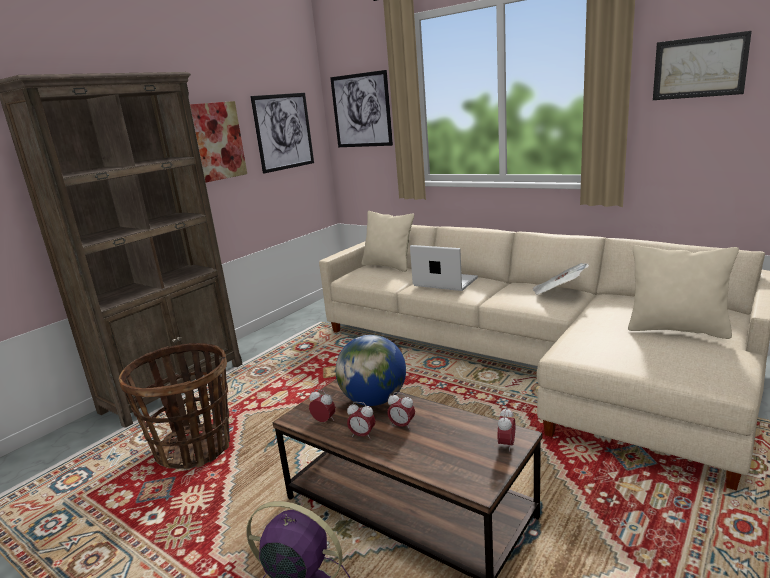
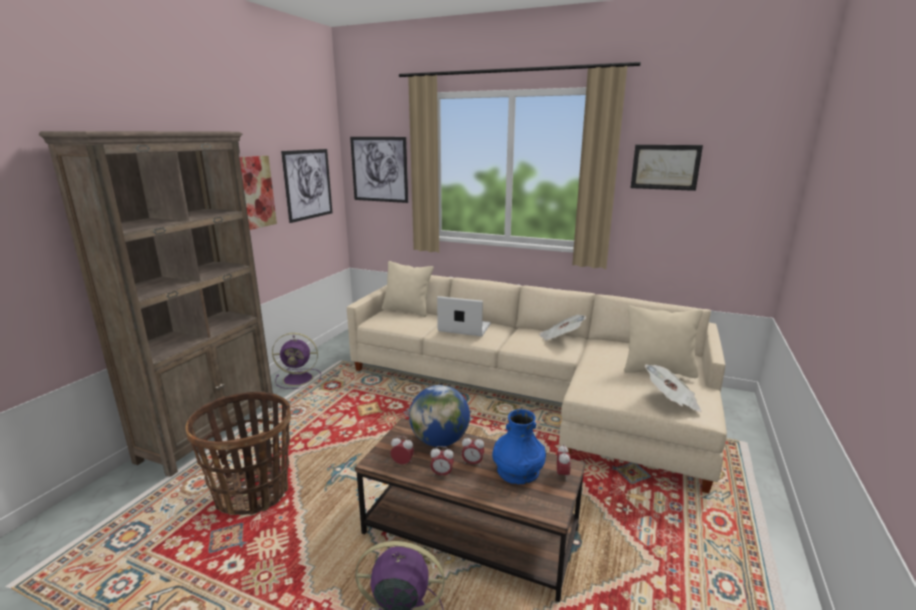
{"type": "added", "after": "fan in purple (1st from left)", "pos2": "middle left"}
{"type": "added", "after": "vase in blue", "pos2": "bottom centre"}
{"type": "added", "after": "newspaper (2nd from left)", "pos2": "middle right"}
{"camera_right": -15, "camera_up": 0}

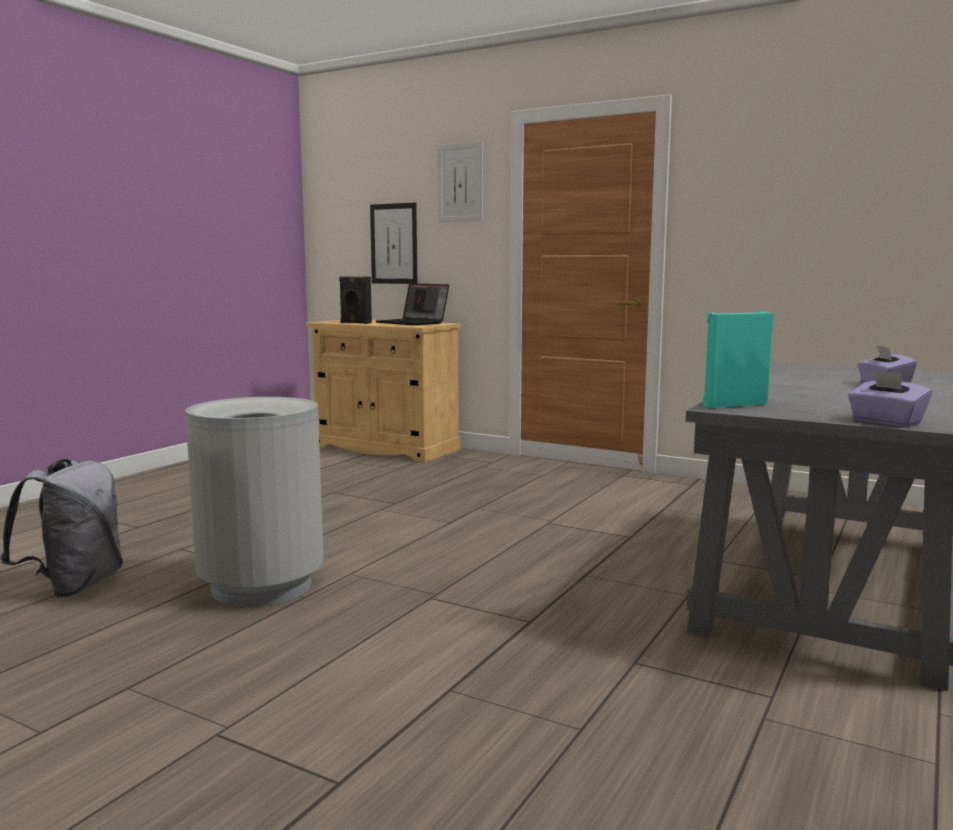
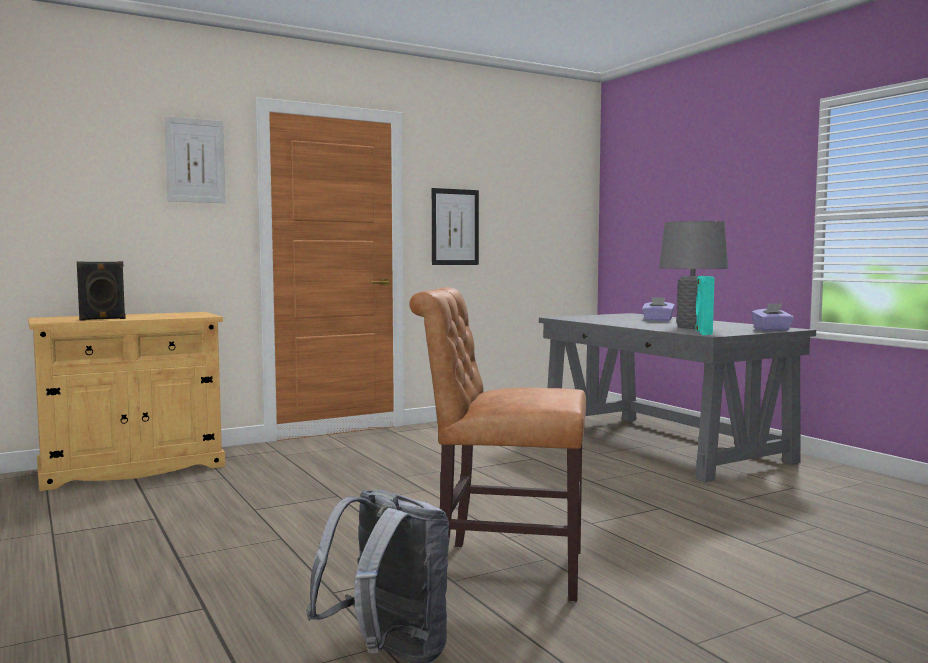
{"type": "removed", "before": "laptop", "pos1": "centre"}
{"type": "added", "after": "table lamp in grey", "pos2": "middle right"}
{"type": "moved", "before": "picture (1st from left in the first image)", "after": "picture (2nd from left)", "pos1": "top centre", "pos2": "centre"}
{"type": "replaced", "before": "trash can in grey", "after": "chair in brown", "pos1": "middle left", "pos2": "bottom centre"}
{"camera_right": -60, "camera_up": -5}

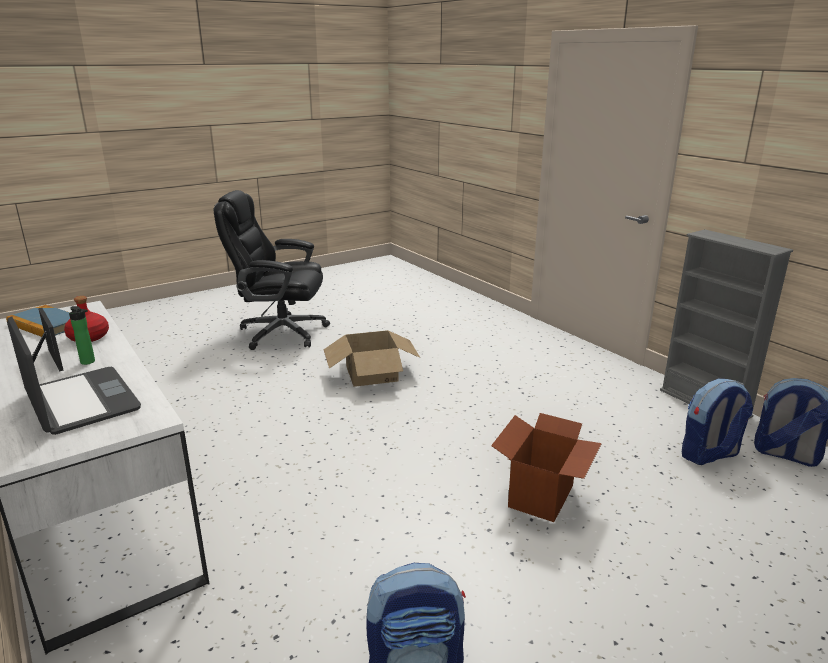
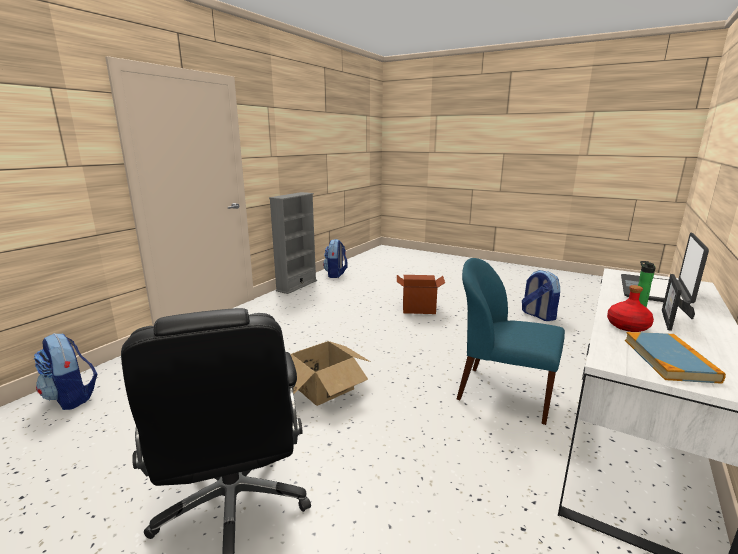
{"type": "added", "after": "chair in blue", "pos2": "middle right"}
{"type": "moved", "before": "backpack (2nd from left in the first image)", "after": "backpack (1st from left)", "pos1": "middle right", "pos2": "bottom left"}
{"camera_right": -115, "camera_up": -5}

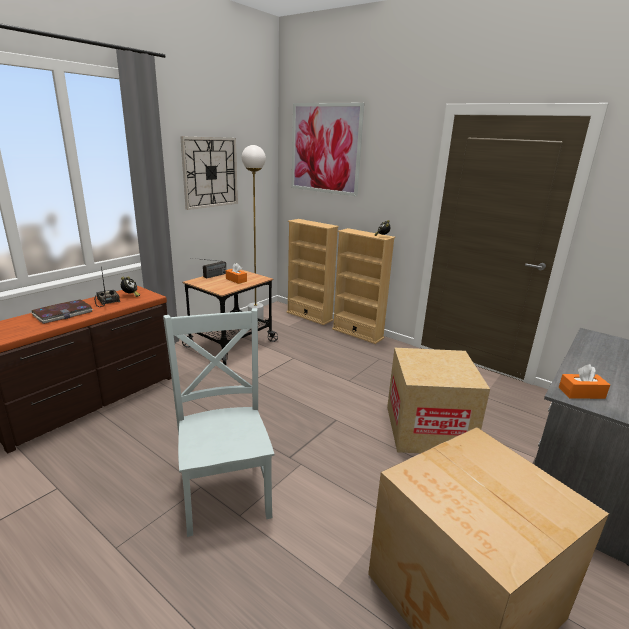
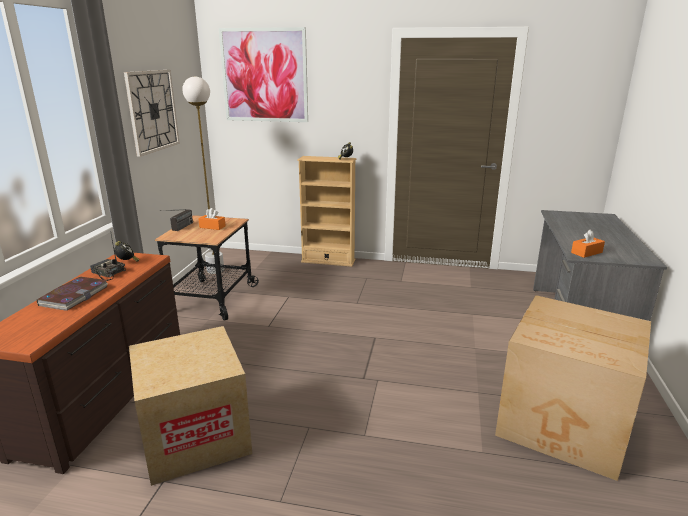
{"type": "removed", "before": "chair in grey", "pos1": "bottom centre"}
{"type": "removed", "before": "bookcase in beige (1st from left)", "pos1": "centre"}
{"type": "moved", "before": "cardboard box (1st from left)", "pos1": "middle right", "pos2": "bottom left"}
{"camera_right": -25, "camera_up": 0}

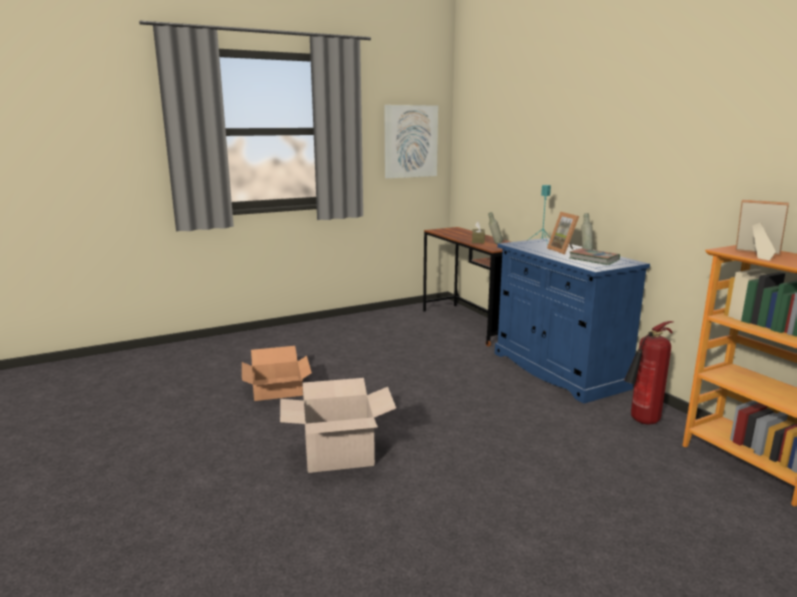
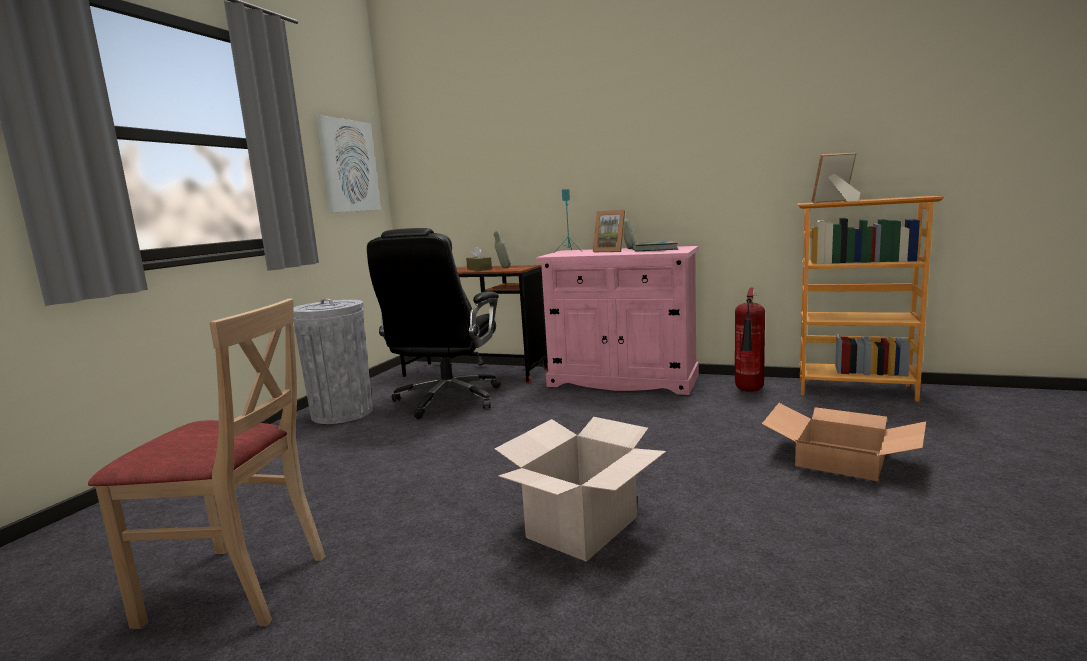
{"type": "added", "after": "chair in beige", "pos2": "bottom left"}
{"type": "added", "after": "trash can in grey", "pos2": "middle left"}
{"type": "added", "after": "office chair in black", "pos2": "centre"}
{"type": "moved", "before": "cardboard box (1st from left in the first image)", "after": "cardboard box (2nd from left)", "pos1": "centre", "pos2": "bottom right"}
{"type": "recoloured", "before": "cabinet in blue", "after": "cabinet in pink", "pos1": "middle right", "pos2": "centre"}
{"camera_right": -40, "camera_up": -5}

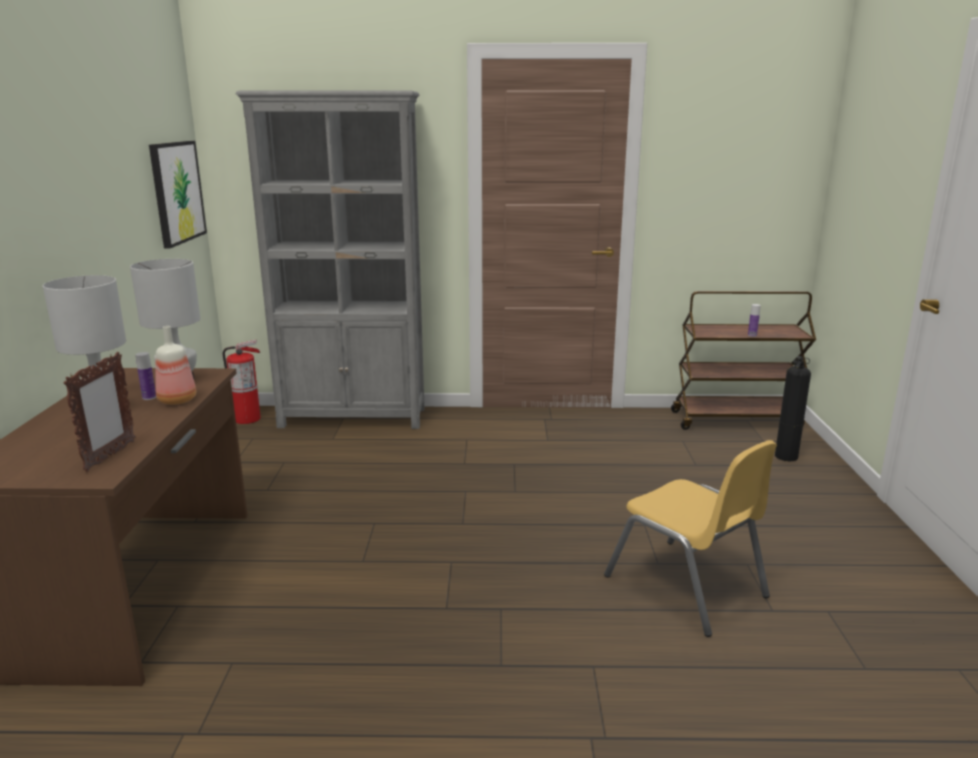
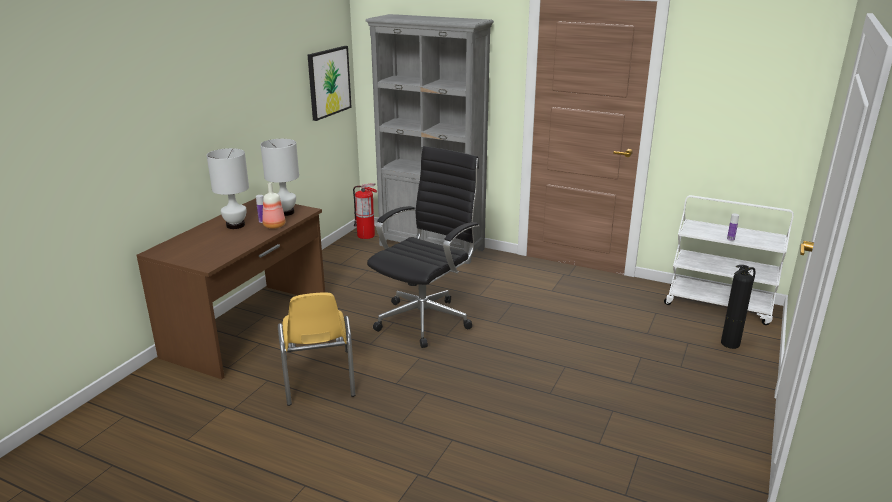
{"type": "removed", "before": "picture frame", "pos1": "middle left"}
{"type": "added", "after": "office chair in black", "pos2": "centre"}
{"type": "moved", "before": "chair in yellow", "pos1": "bottom right", "pos2": "bottom centre"}
{"type": "recoloured", "before": "cart in brown", "after": "cart in white", "pos1": "middle right", "pos2": "middle right"}
{"camera_right": 25, "camera_up": 5}

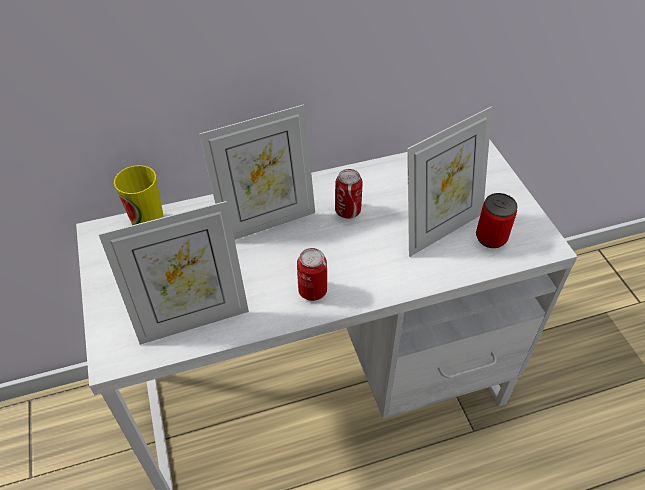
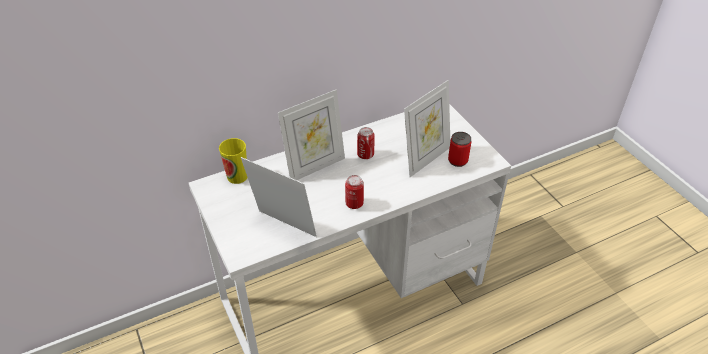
{"type": "turned", "before": "picture frame (1st from left)", "pos1": "middle left", "pos2": "centre", "turn": -120}
{"camera_right": -10, "camera_up": -5}

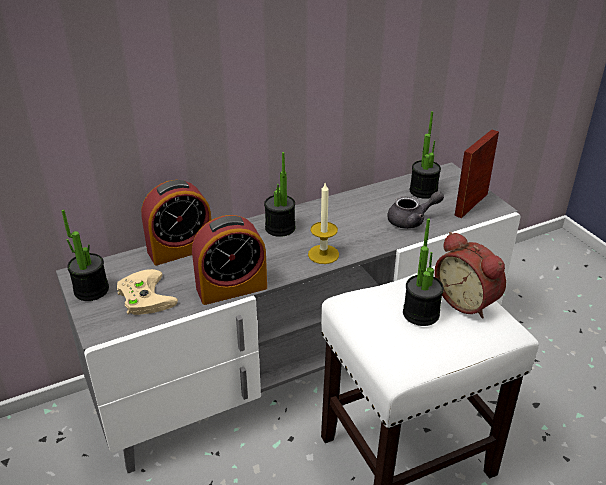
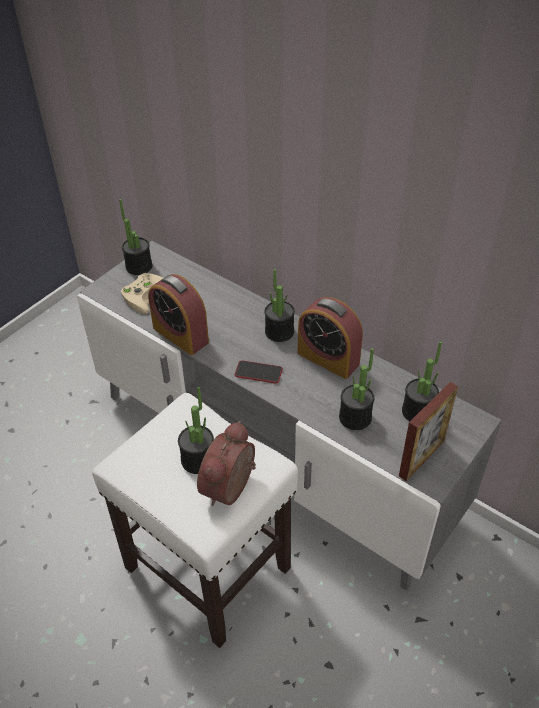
{"type": "moved", "before": "alarm clock (1st from left in the first image)", "after": "alarm clock (3rd from left)", "pos1": "middle left", "pos2": "centre"}
{"type": "replaced", "before": "candle", "after": "phone", "pos1": "centre", "pos2": "centre"}
{"type": "replaced", "before": "teapot in grey", "after": "potted plant (4th from left)", "pos1": "middle right", "pos2": "centre"}
{"type": "turned", "before": "picture frame", "pos1": "middle right", "pos2": "middle right", "turn": 120}
{"camera_right": 65, "camera_up": 10}

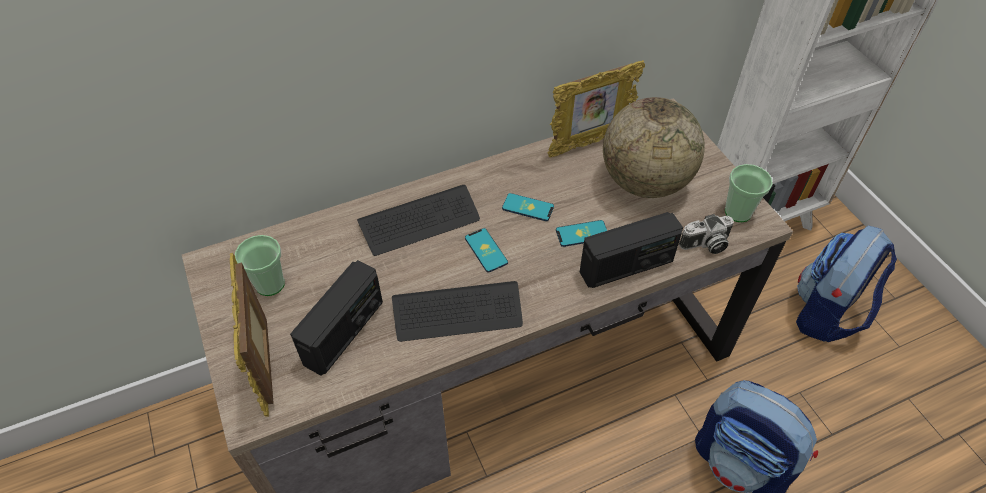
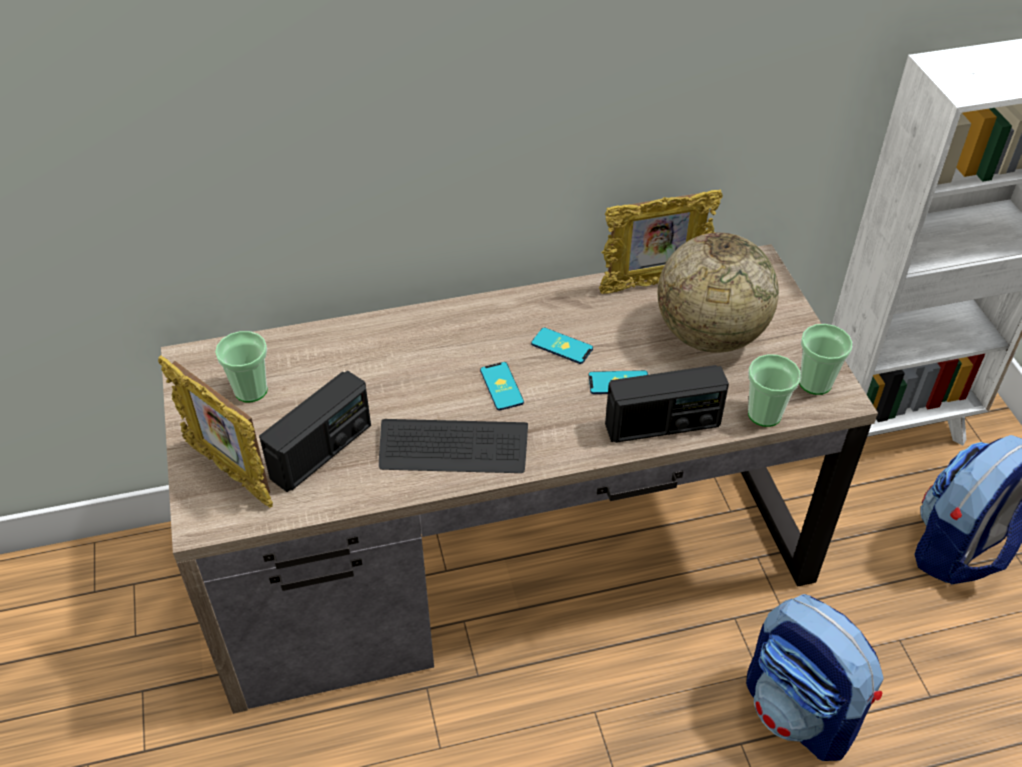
{"type": "removed", "before": "keyboard (1st from left)", "pos1": "centre"}
{"type": "replaced", "before": "photo camera", "after": "cup (2nd from left)", "pos1": "middle right", "pos2": "middle right"}
{"type": "turned", "before": "picture frame (1st from left)", "pos1": "bottom left", "pos2": "middle left", "turn": -45}
{"camera_right": 10, "camera_up": -5}

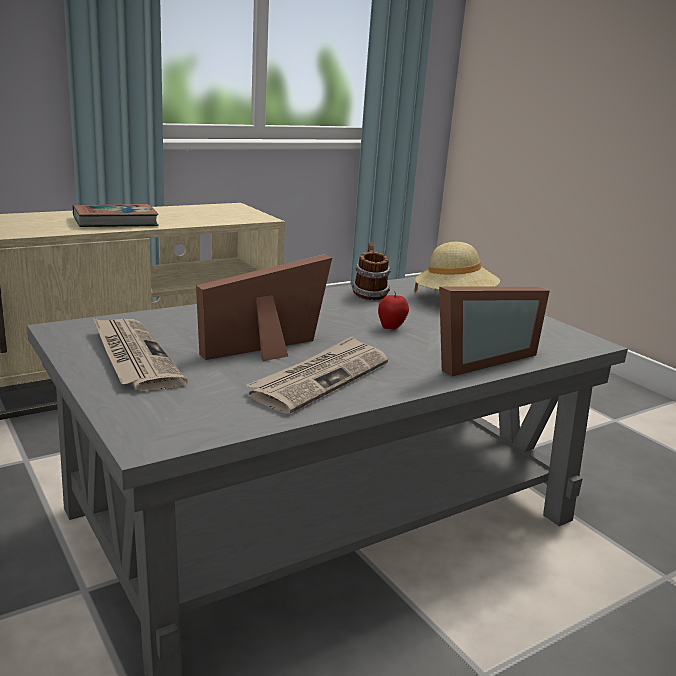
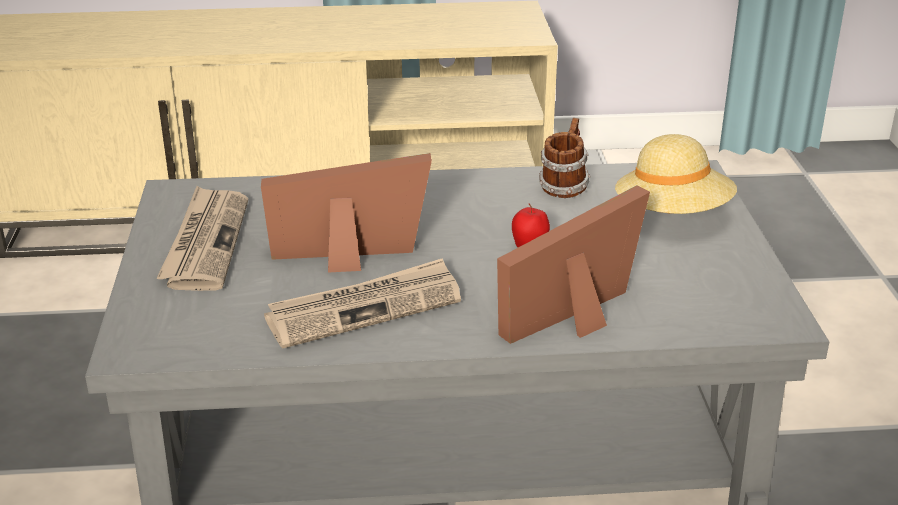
{"type": "removed", "before": "book", "pos1": "top left"}
{"type": "turned", "before": "picture frame (2nd from left)", "pos1": "middle right", "pos2": "centre", "turn": 150}
{"camera_right": 30, "camera_up": 10}

